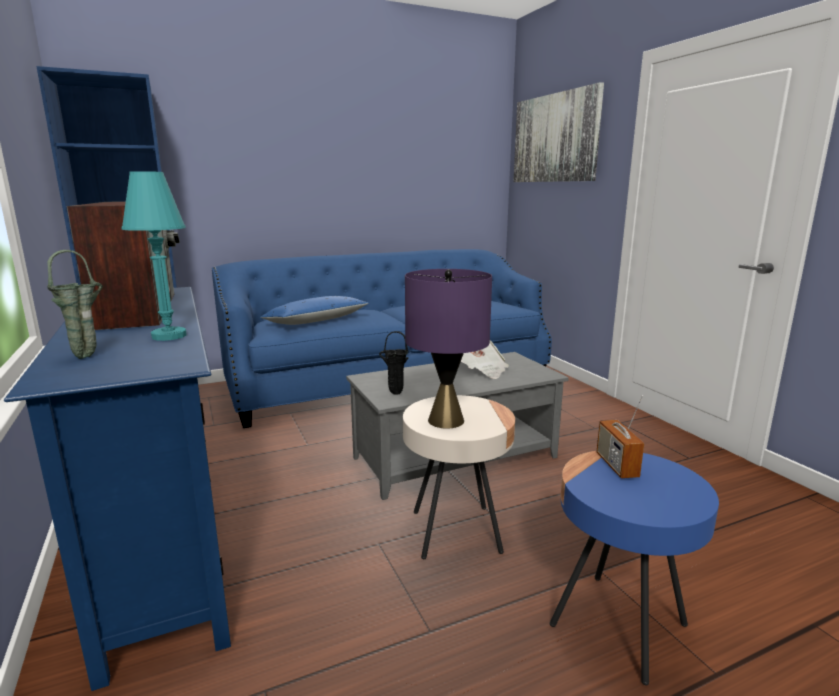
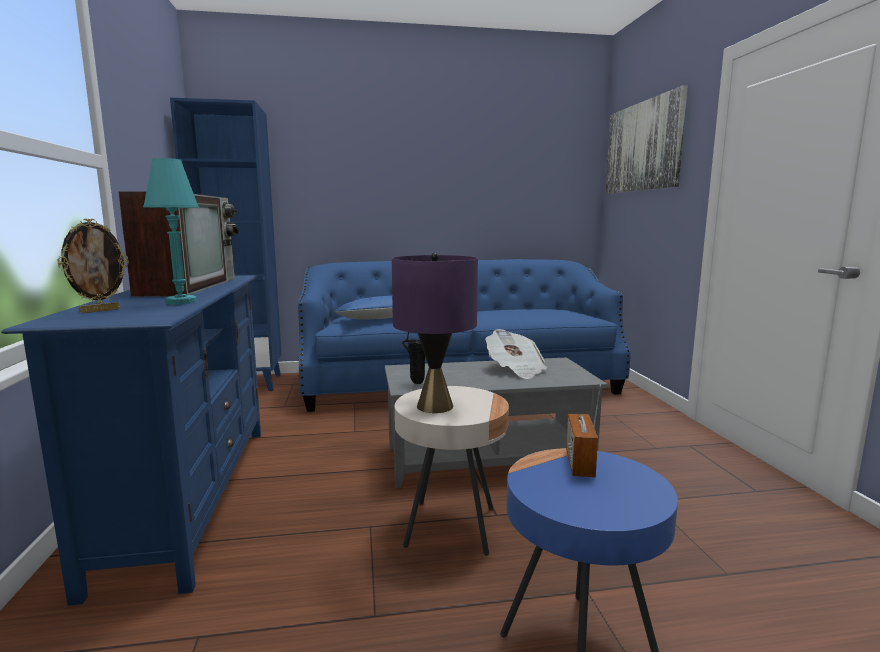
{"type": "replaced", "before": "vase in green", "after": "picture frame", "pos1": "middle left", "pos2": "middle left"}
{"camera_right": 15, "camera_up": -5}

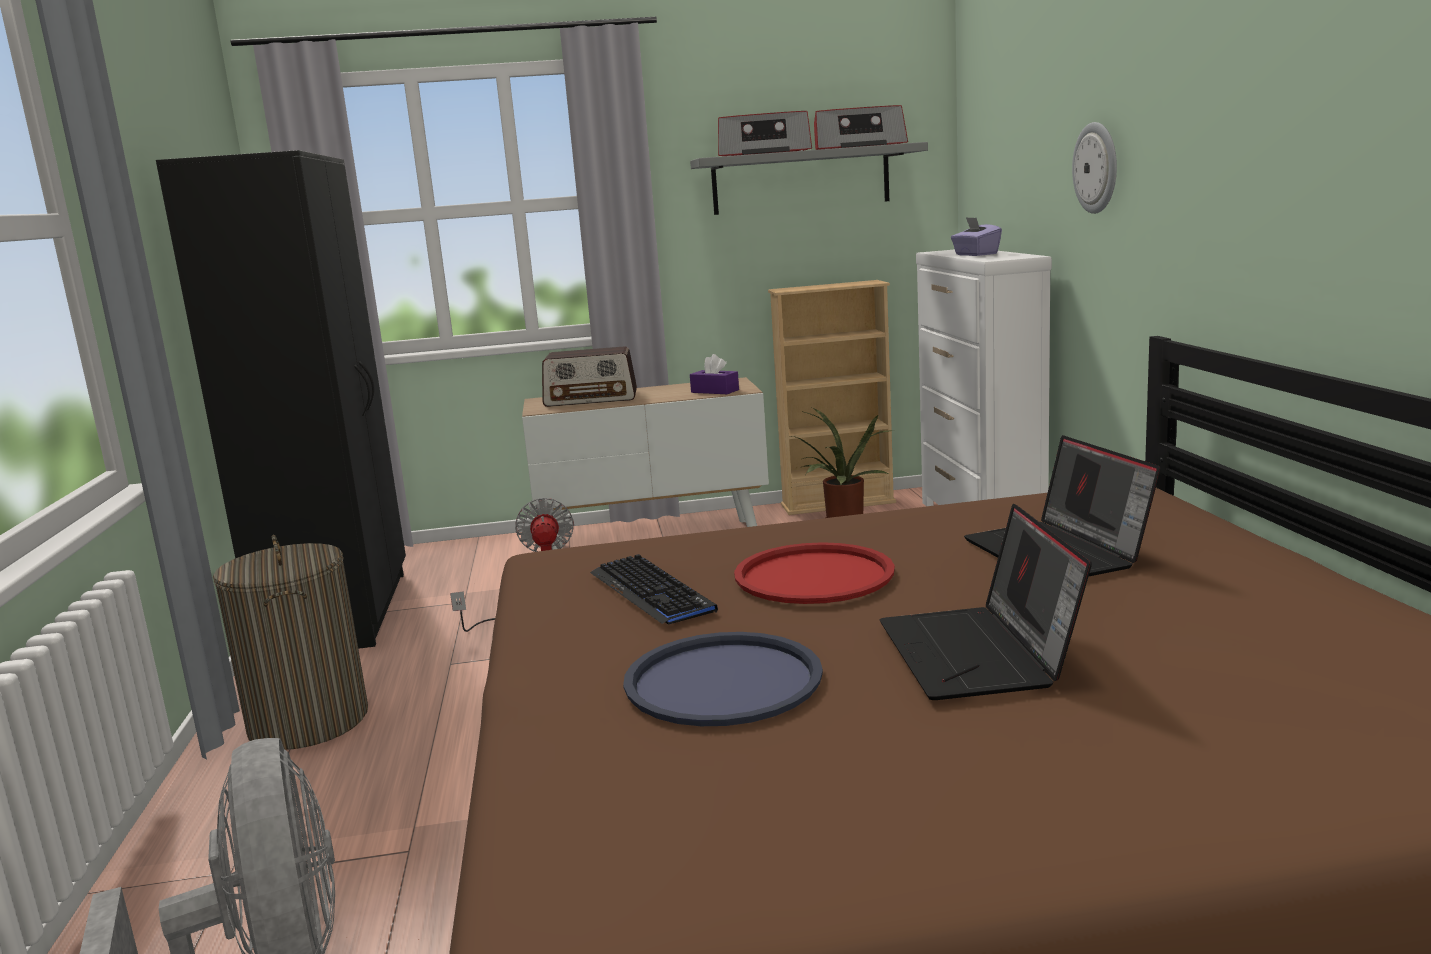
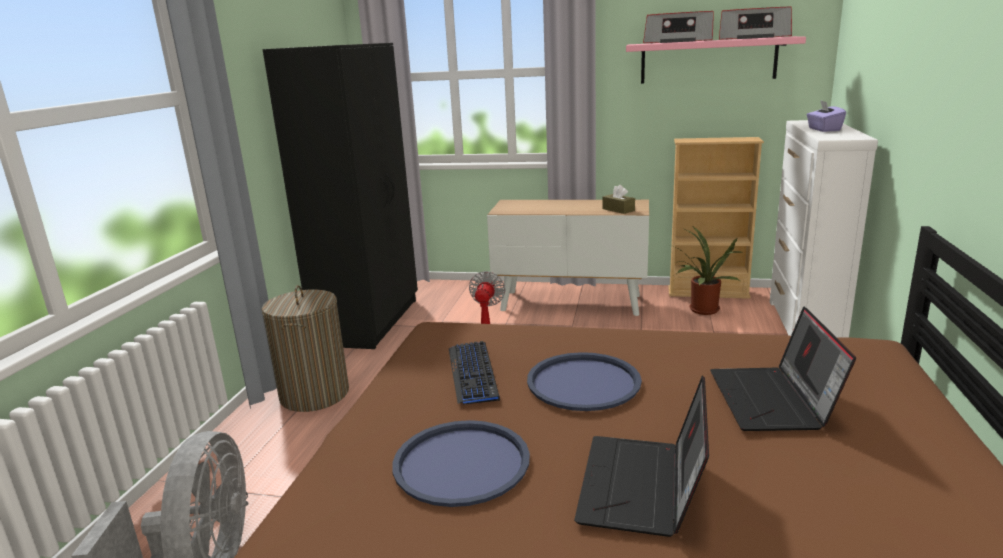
{"type": "removed", "before": "radio (1st from left)", "pos1": "centre"}
{"type": "removed", "before": "wall clock", "pos1": "top right"}
{"type": "recoloured", "before": "shelf in grey", "after": "shelf in pink", "pos1": "top centre", "pos2": "top right"}
{"type": "recoloured", "before": "tissue box in purple (1st from left)", "after": "tissue box in brown", "pos1": "centre", "pos2": "centre"}
{"type": "recoloured", "before": "tray in red", "after": "tray in blue (2nd from left)", "pos1": "centre", "pos2": "bottom centre"}
{"camera_right": 20, "camera_up": 5}

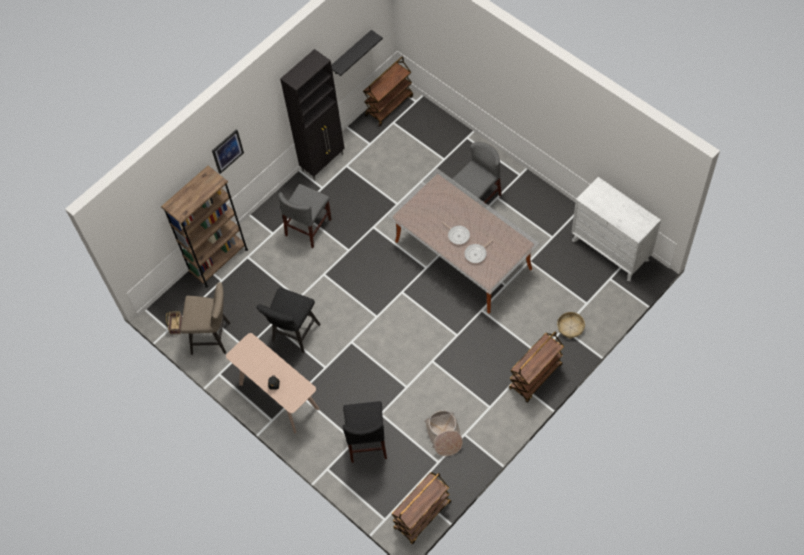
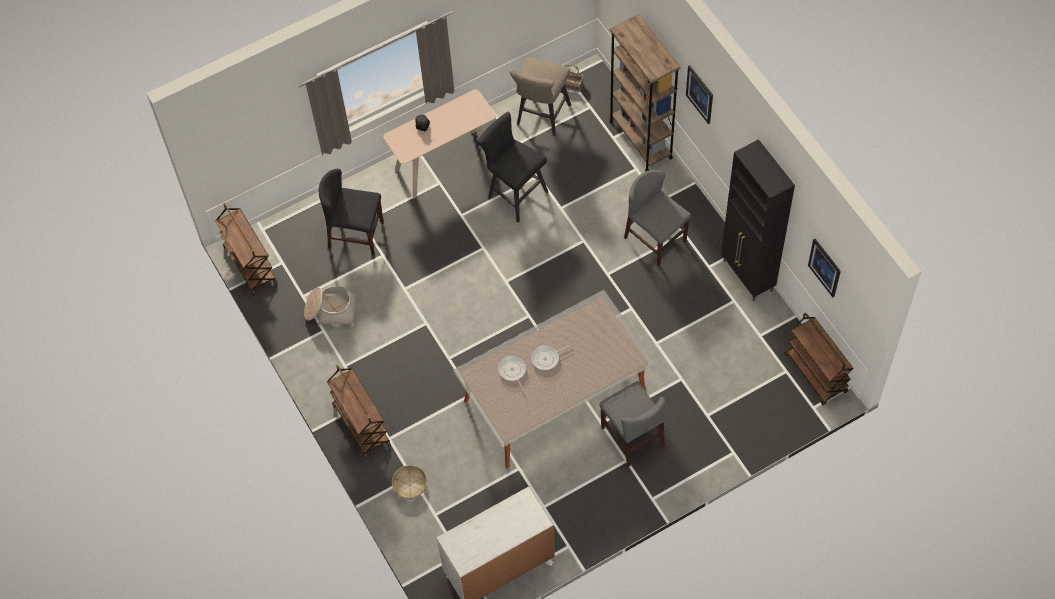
{"type": "replaced", "before": "shelf in black", "after": "picture (2nd from left)", "pos1": "top centre", "pos2": "middle right"}
{"camera_right": 105, "camera_up": 0}

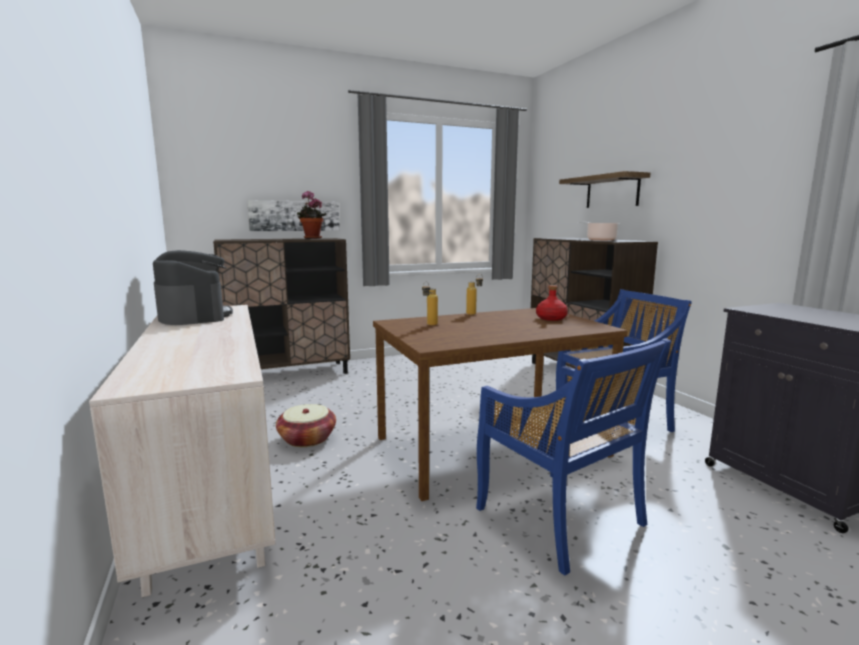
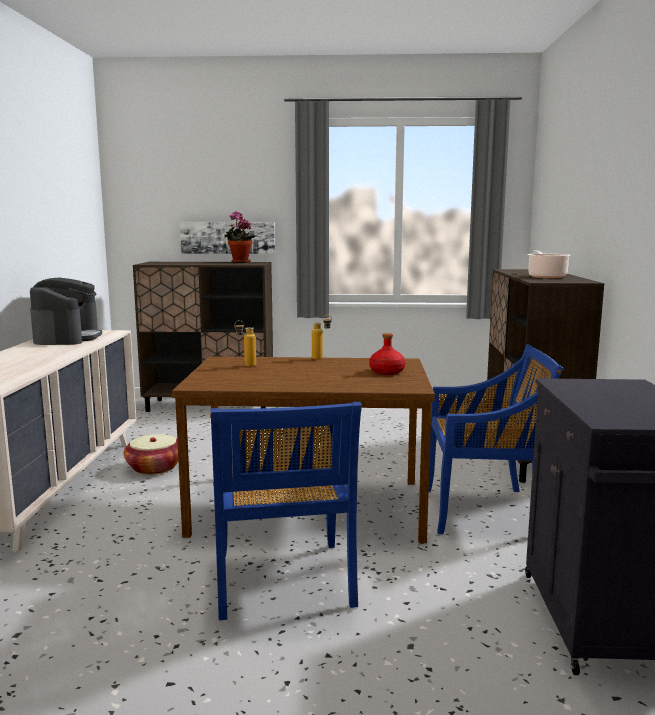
{"type": "removed", "before": "shelf", "pos1": "top right"}
{"camera_right": 25, "camera_up": 0}

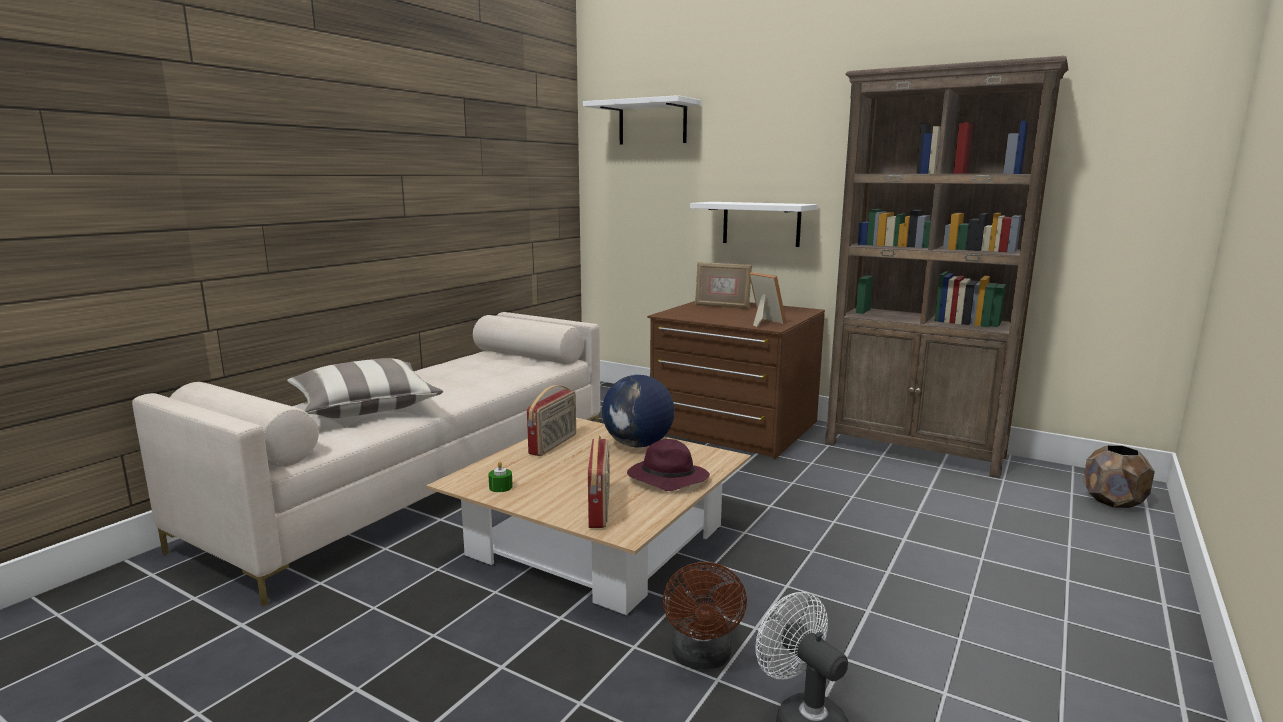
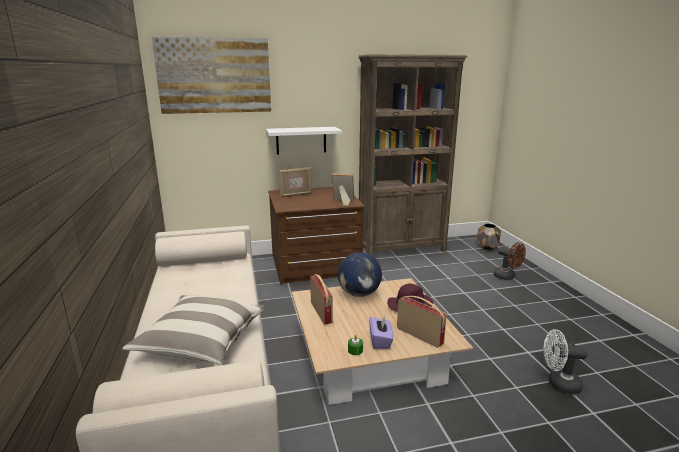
{"type": "added", "after": "tissue box in purple", "pos2": "bottom centre"}
{"type": "moved", "before": "fan in brown", "pos1": "bottom centre", "pos2": "middle right"}
{"type": "replaced", "before": "shelf in white (1st from left)", "after": "picture", "pos1": "top centre", "pos2": "top left"}
{"camera_right": -45, "camera_up": 5}

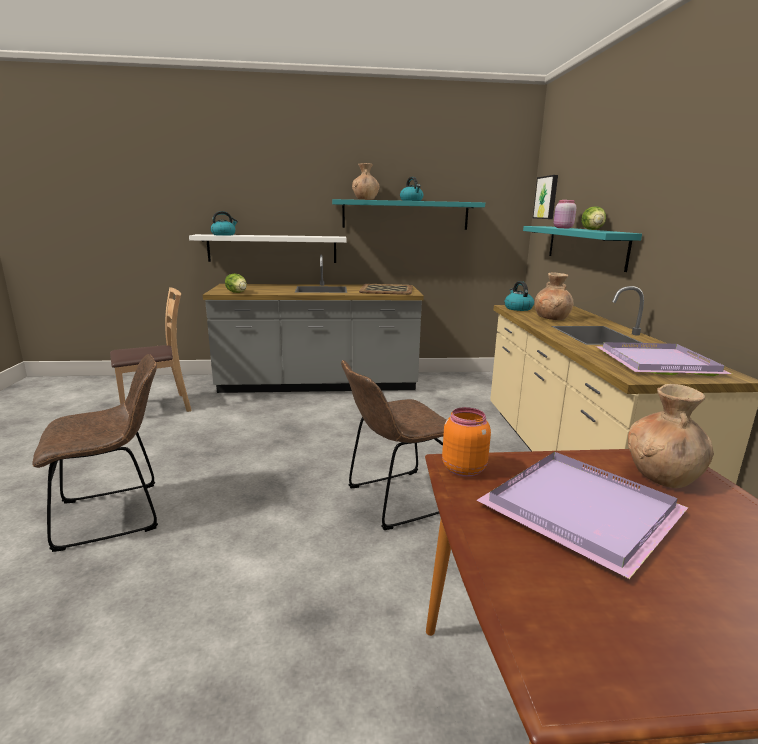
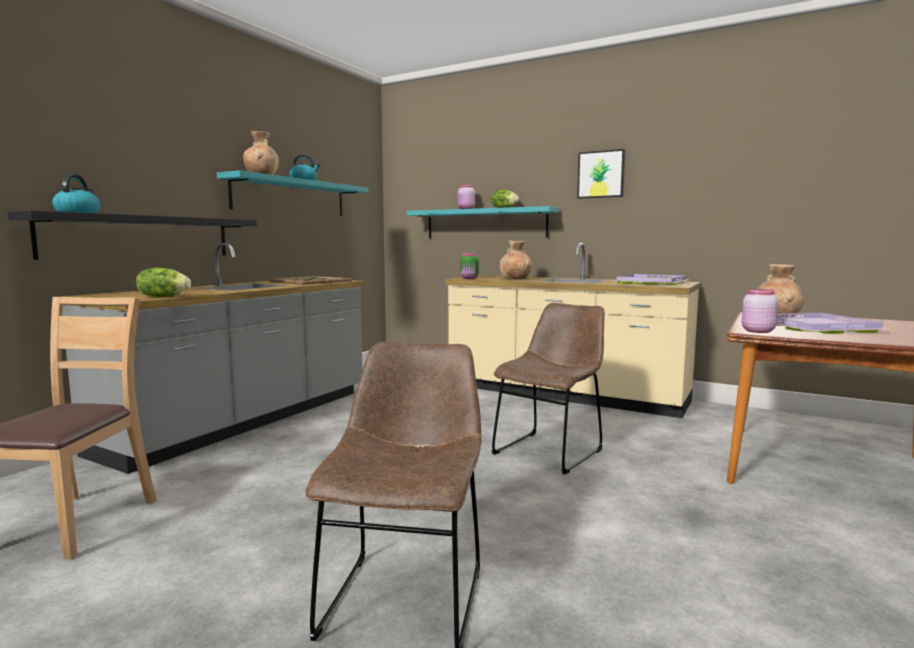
{"type": "moved", "before": "picture", "pos1": "top right", "pos2": "top centre"}
{"type": "replaced", "before": "kettle (3rd from left)", "after": "jar in green", "pos1": "middle right", "pos2": "centre"}
{"type": "recoloured", "before": "shelf in white", "after": "shelf in black", "pos1": "centre", "pos2": "middle left"}
{"type": "recoloured", "before": "jar in orange", "after": "jar in pink (2nd from left)", "pos1": "centre", "pos2": "middle right"}
{"type": "turned", "before": "chair in brown (3rd from left)", "pos1": "centre", "pos2": "centre", "turn": -150}
{"camera_right": -55, "camera_up": -10}

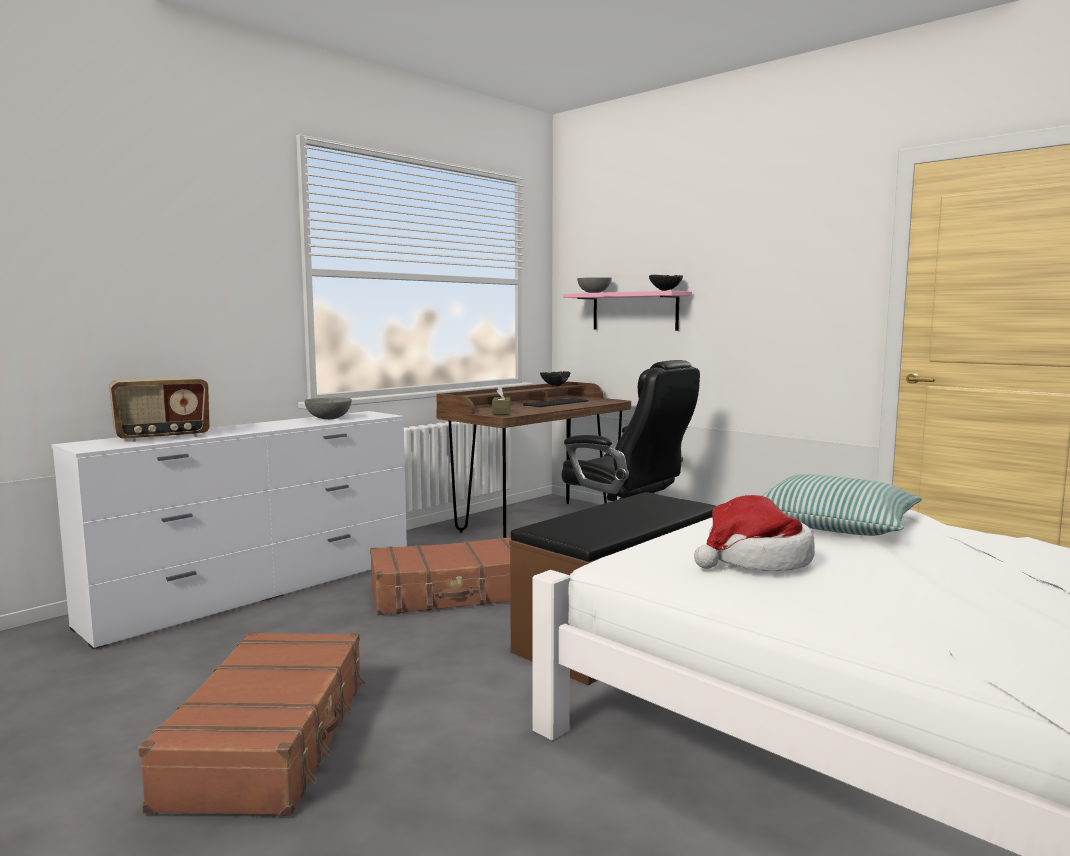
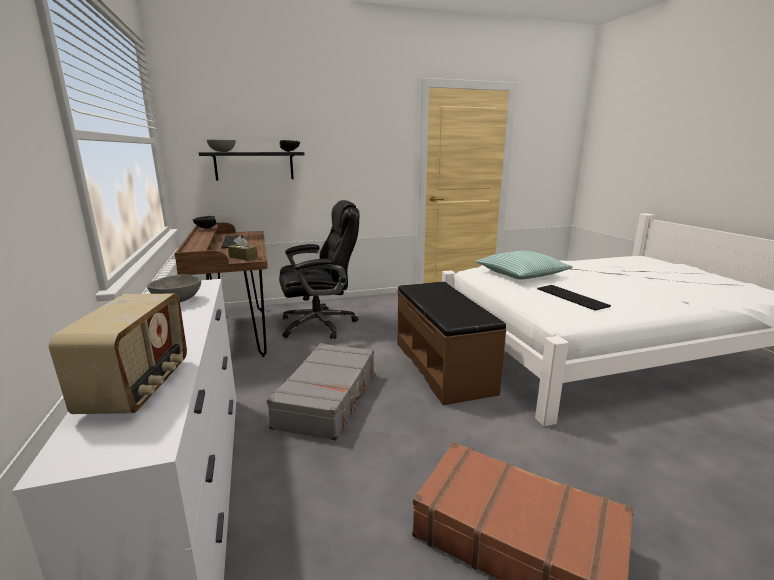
{"type": "replaced", "before": "hat", "after": "keyboard (2nd from left)", "pos1": "middle right", "pos2": "middle right"}
{"type": "recoloured", "before": "suitcase in brown (2nd from left)", "after": "suitcase in grey", "pos1": "bottom centre", "pos2": "bottom centre"}
{"type": "recoloured", "before": "shelf in pink", "after": "shelf in black", "pos1": "centre", "pos2": "top left"}
{"camera_right": -60, "camera_up": 10}

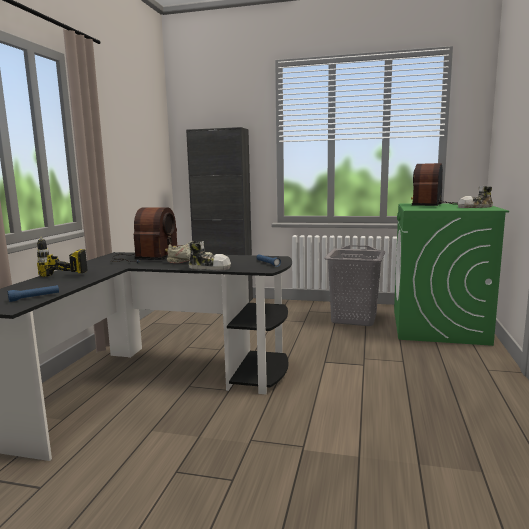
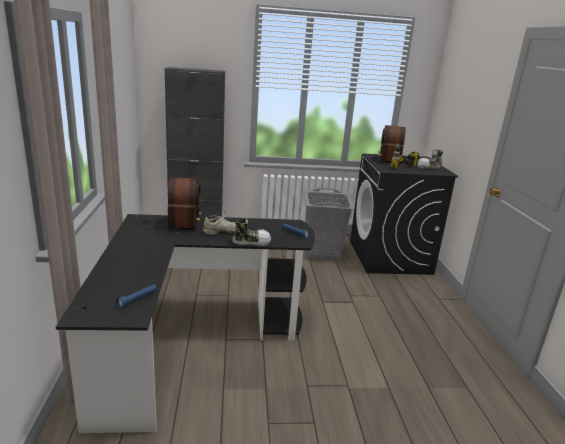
{"type": "moved", "before": "power drill", "pos1": "middle left", "pos2": "middle right"}
{"type": "recoloured", "before": "washing machine in green", "after": "washing machine in black", "pos1": "middle right", "pos2": "middle right"}
{"camera_right": -20, "camera_up": 10}

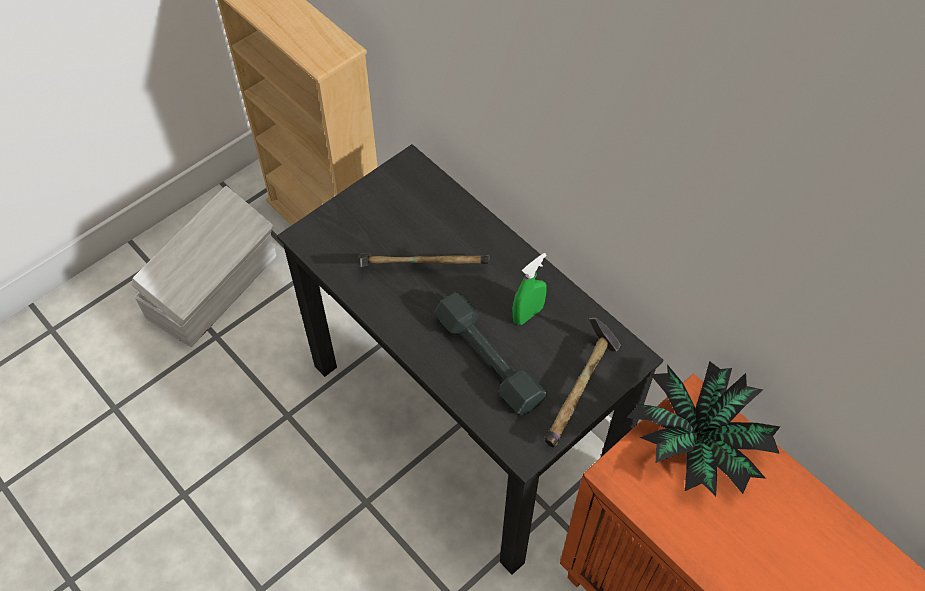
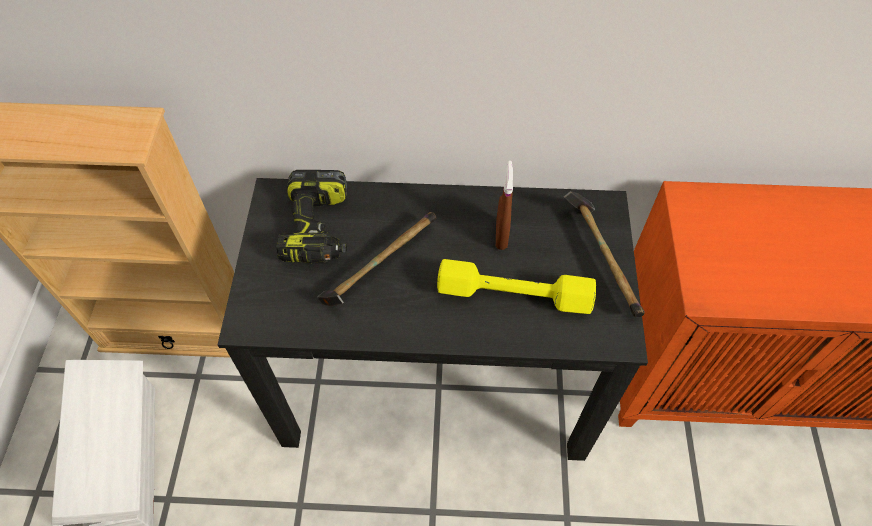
{"type": "removed", "before": "potted plant", "pos1": "bottom right"}
{"type": "added", "after": "power drill", "pos2": "centre"}
{"type": "recoloured", "before": "dumbbell in grey", "after": "dumbbell in yellow", "pos1": "centre", "pos2": "centre"}
{"type": "recoloured", "before": "spray bottle in green", "after": "spray bottle in brown", "pos1": "centre", "pos2": "centre"}
{"camera_right": -45, "camera_up": 0}

